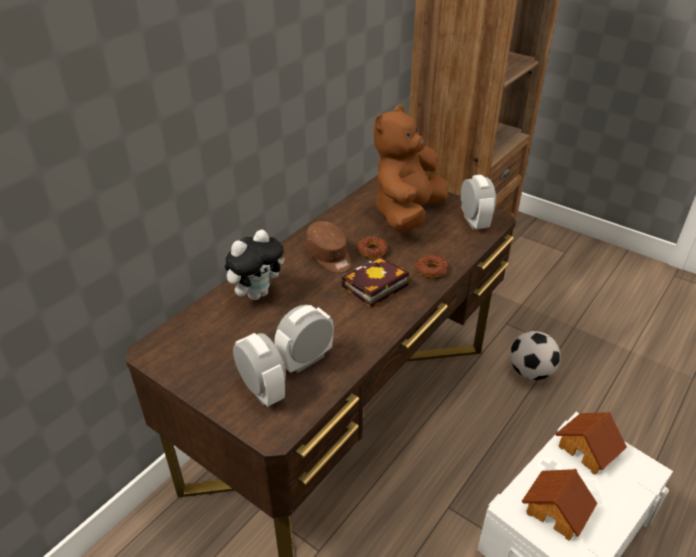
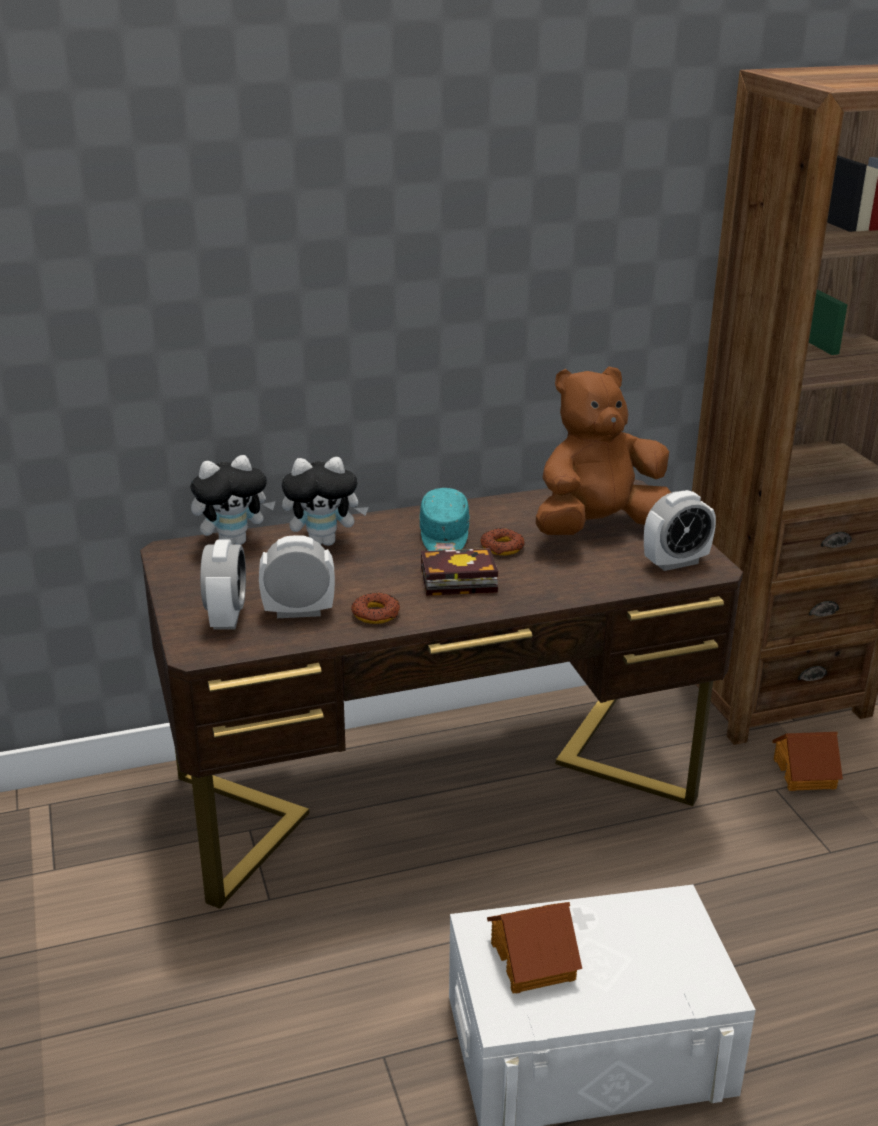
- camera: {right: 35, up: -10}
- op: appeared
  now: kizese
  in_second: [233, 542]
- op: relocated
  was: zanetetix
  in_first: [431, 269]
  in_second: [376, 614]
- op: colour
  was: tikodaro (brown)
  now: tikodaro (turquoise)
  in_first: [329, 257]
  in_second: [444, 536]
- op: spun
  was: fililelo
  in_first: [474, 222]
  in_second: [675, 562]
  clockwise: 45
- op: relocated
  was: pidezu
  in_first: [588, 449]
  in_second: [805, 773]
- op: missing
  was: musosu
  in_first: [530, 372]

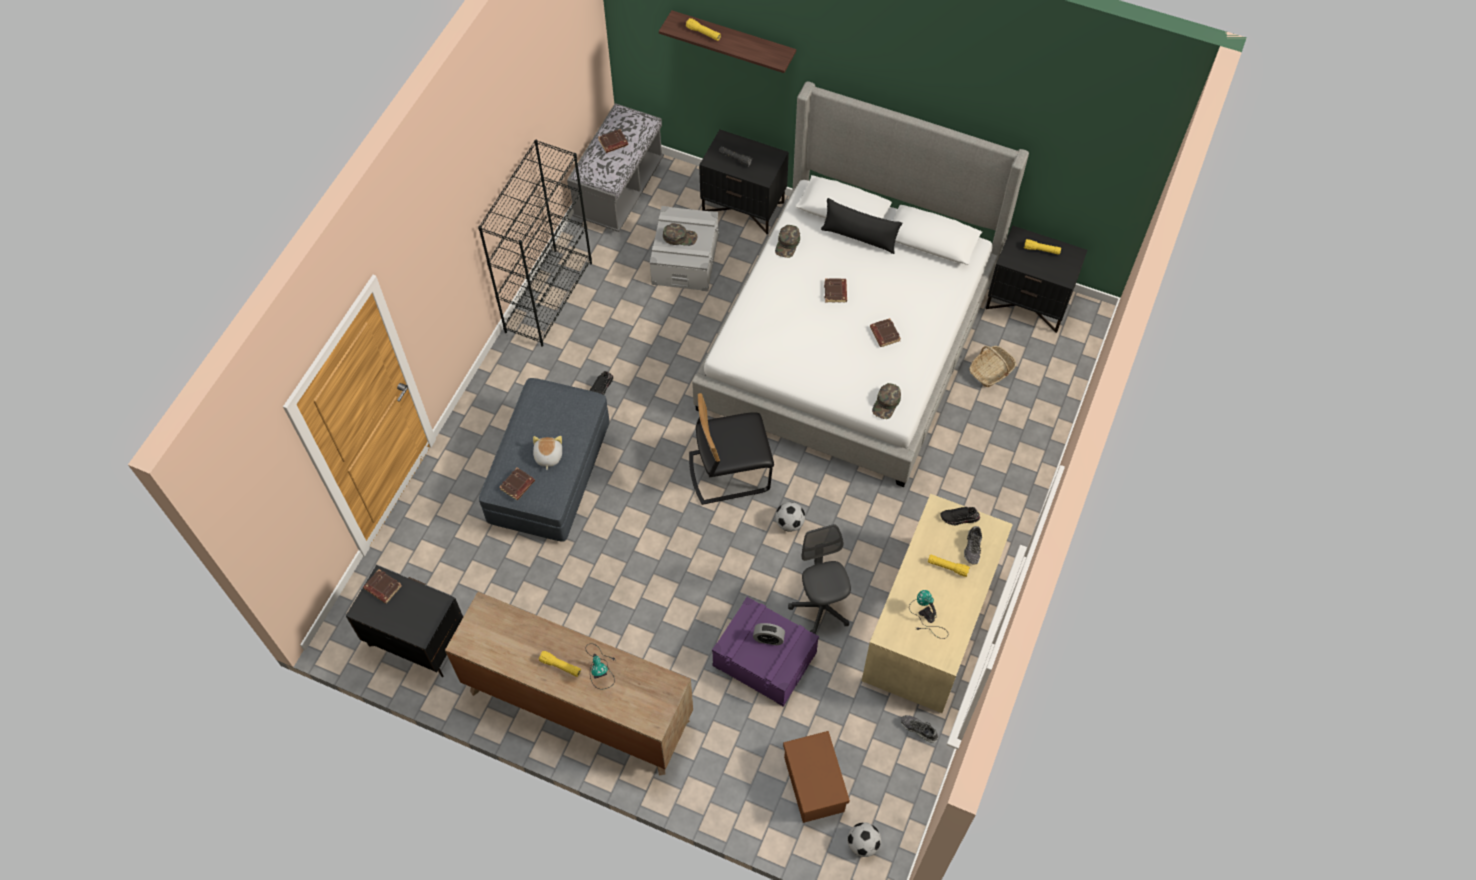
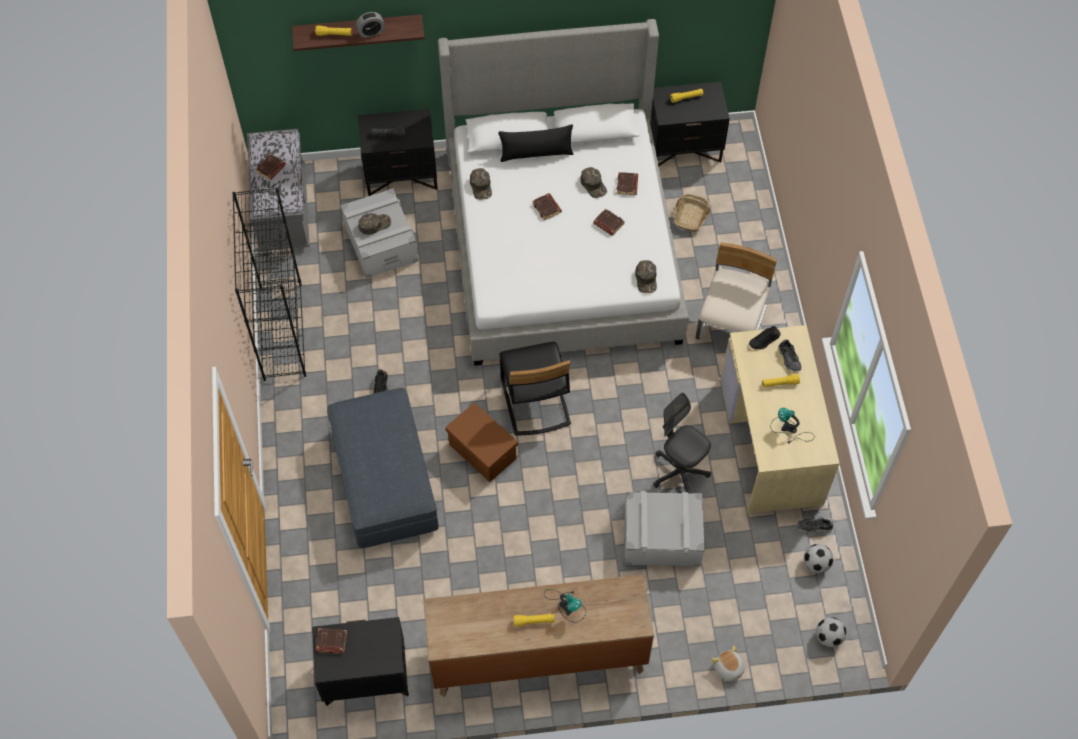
- camera: {right: -30, up: 0}
- op: relocated
  was: fililelo
  in_first: [768, 638]
  in_second: [371, 32]
- op: relocated
  was: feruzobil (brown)
  in_first: [813, 783]
  in_second: [481, 451]
- op: spun
  was: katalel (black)
  in_first: [729, 471]
  in_second: [534, 402]
  clockwise: -60
- op: appeared
  now: tikodaro (green)
  in_second: [593, 185]
- op: relocated
  was: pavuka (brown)
  in_first: [517, 485]
  in_second: [627, 185]
- op: colour
  was: feruzobil (purple)
  now: feruzobil (grey)
  in_first: [765, 659]
  in_second: [662, 537]
- op: appeared
  now: katalel (beige)
  in_second: [731, 324]
- op: relocated
  was: kizese
  in_first: [548, 456]
  in_second: [728, 669]
- op: relocated
  was: musosu
  in_first: [789, 523]
  in_second: [816, 564]

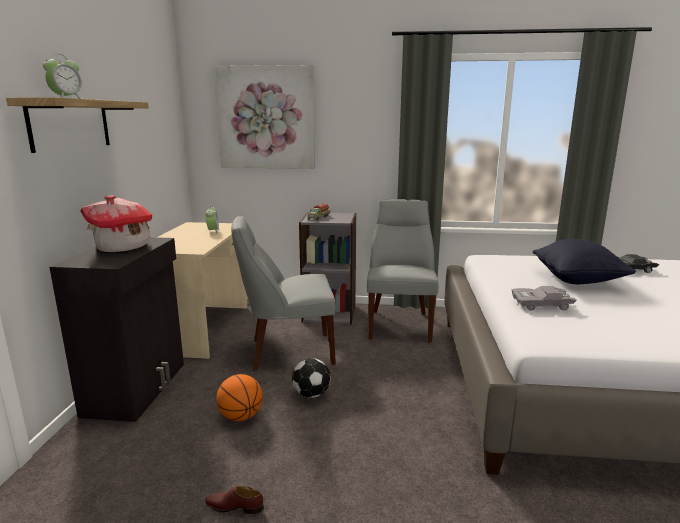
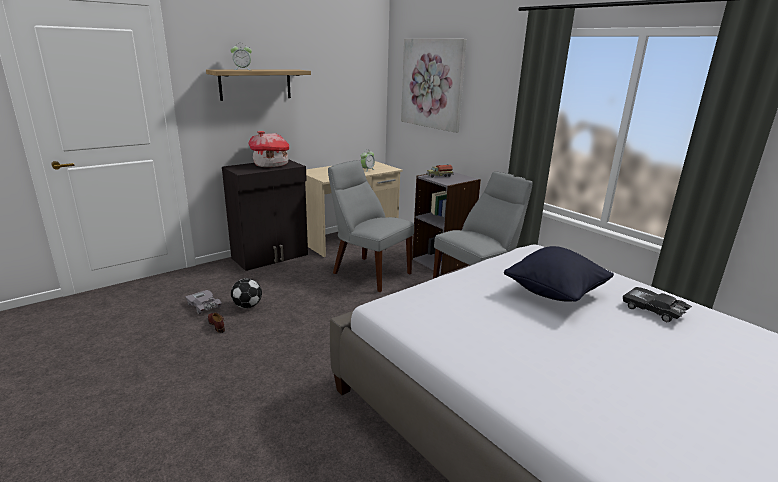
- camera: {right: 45, up: 5}
- op: relocated
  was: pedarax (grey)
  in_first: [541, 304]
  in_second: [204, 306]
- op: relocated
  was: musosu
  in_first: [312, 394]
  in_second: [247, 306]
- op: missing
  was: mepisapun
  in_first: [241, 416]

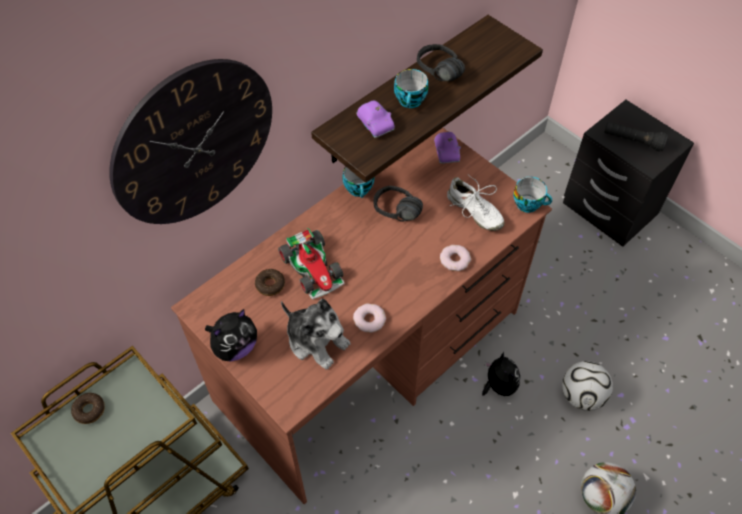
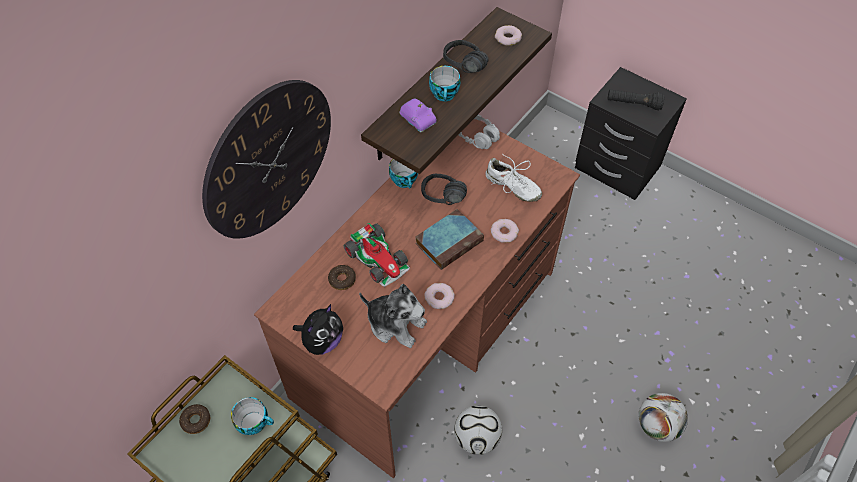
- camera: {right: -10, up: 0}
- op: relocated
  was: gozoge
  in_first: [529, 204]
  in_second: [255, 422]
- op: appeared
  now: pavuka
  in_second: [449, 241]
- op: relocated
  was: musosu
  in_first: [581, 396]
  in_second: [476, 438]
- op: exchanged
  was: pedarax (purple)
  now: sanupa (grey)
  in_first: [447, 152]
  in_second: [477, 136]
- op: appeared
  now: zanetetix
  in_second: [508, 38]
- op: missing
  was: kizese
  in_first: [498, 385]

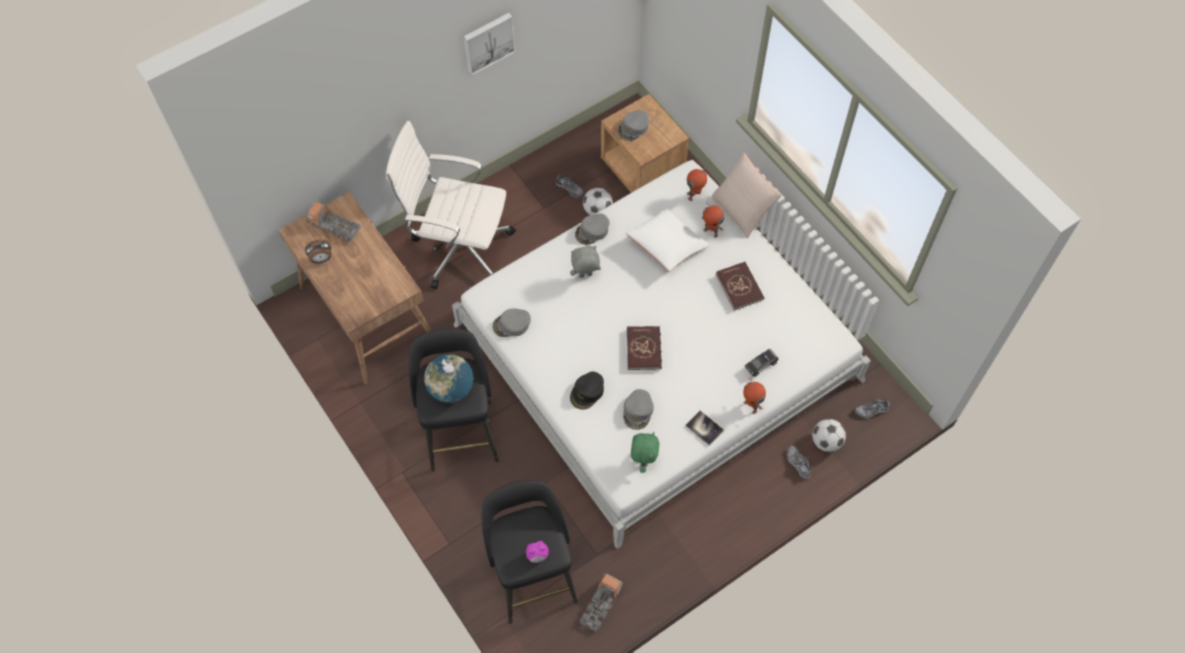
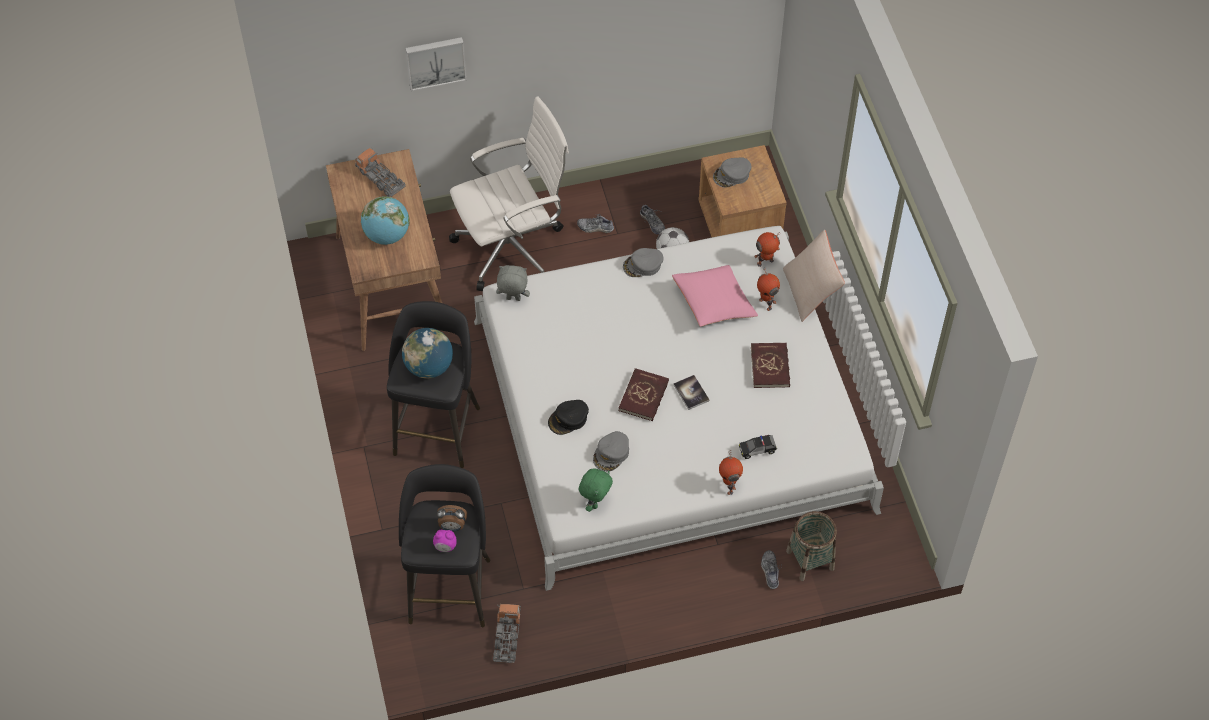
- camera: {right: 20, up: -5}
- op: appeared
  now: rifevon
  in_second: [387, 235]
- op: relocated
  was: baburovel
  in_first: [488, 42]
  in_second: [435, 61]
- op: relocated
  was: fililelo
  in_first: [321, 259]
  in_second: [452, 526]
- op: spun
  was: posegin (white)
  in_first: [459, 247]
  in_second: [513, 247]
  clockwise: 120
- op: spun
  was: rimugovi
  in_first: [601, 604]
  in_second: [507, 637]
  clockwise: -45
- op: relocated
  was: kizese (grey)
  in_first: [585, 276]
  in_second: [513, 299]
- op: relocated
  was: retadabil
  in_first: [871, 410]
  in_second: [595, 227]
- op: colour
  was: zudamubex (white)
  now: zudamubex (pink)
  in_first: [667, 246]
  in_second: [714, 303]
- op: relocated
  was: pavuka
  in_first: [704, 428]
  in_second: [691, 393]
- op: exchanged
  was: musosu
  now: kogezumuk
  in_first: [826, 441]
  in_second: [810, 560]
- op: missing
  was: tikodaro (grey)
  in_first: [512, 325]

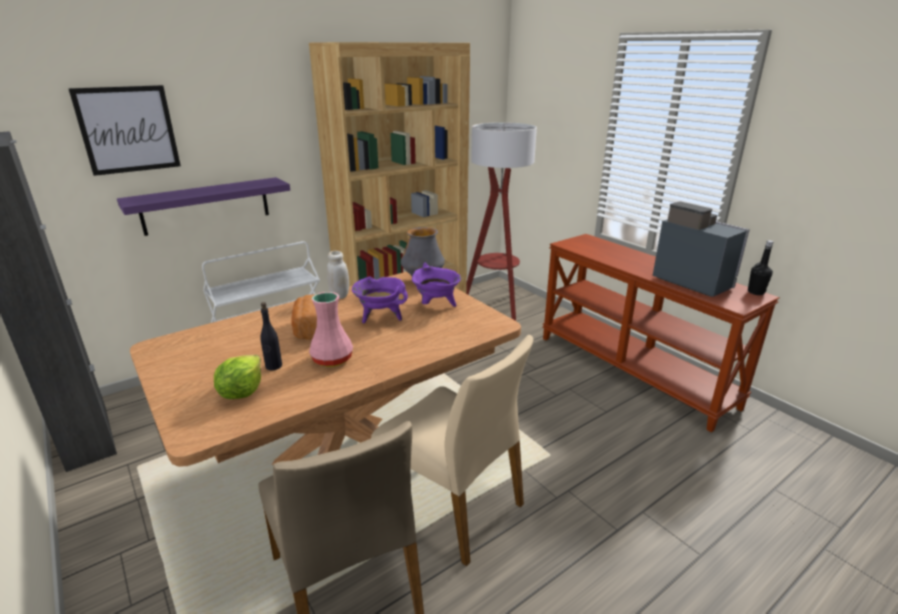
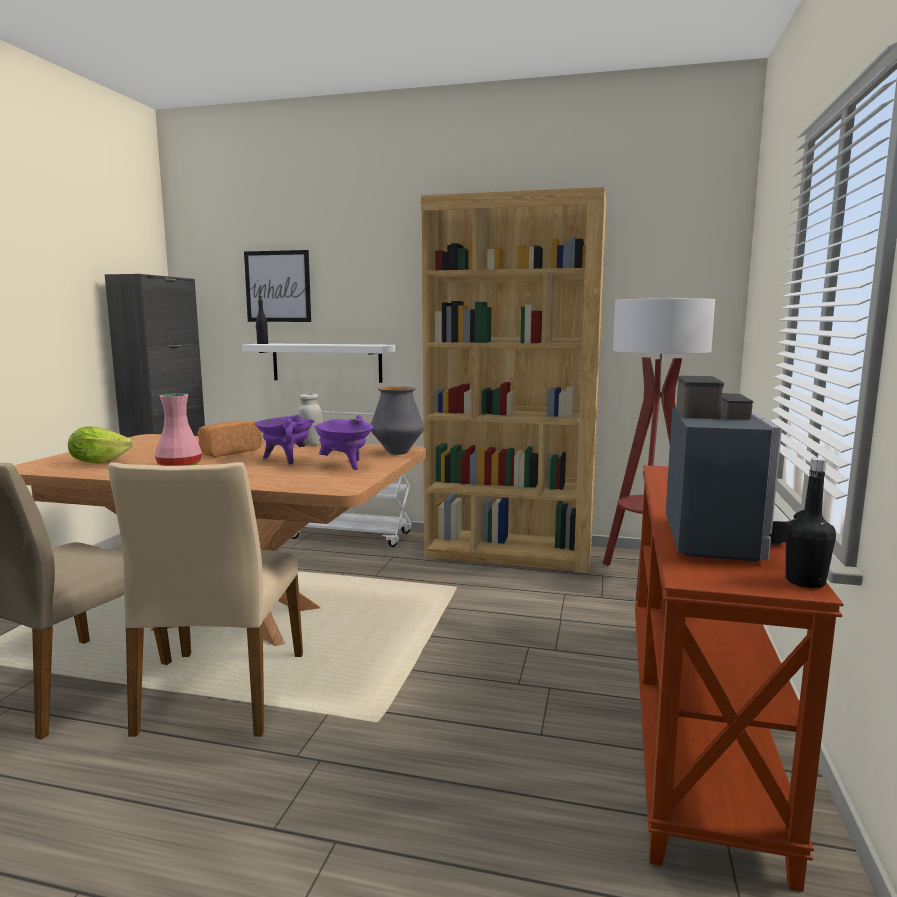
- camera: {right: 50, up: -15}
- op: colour
  was: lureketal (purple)
  now: lureketal (white)
  in_first: [206, 206]
  in_second: [326, 362]
- op: relocated
  was: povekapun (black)
  in_first: [273, 366]
  in_second: [262, 343]

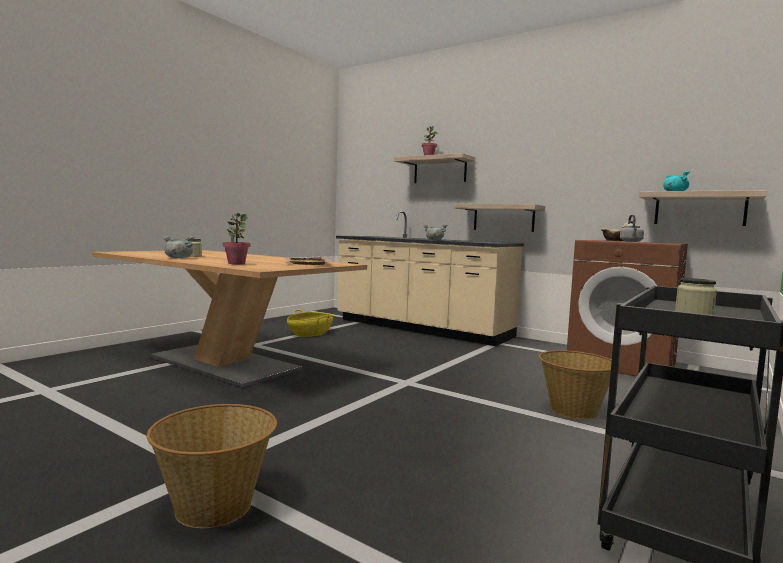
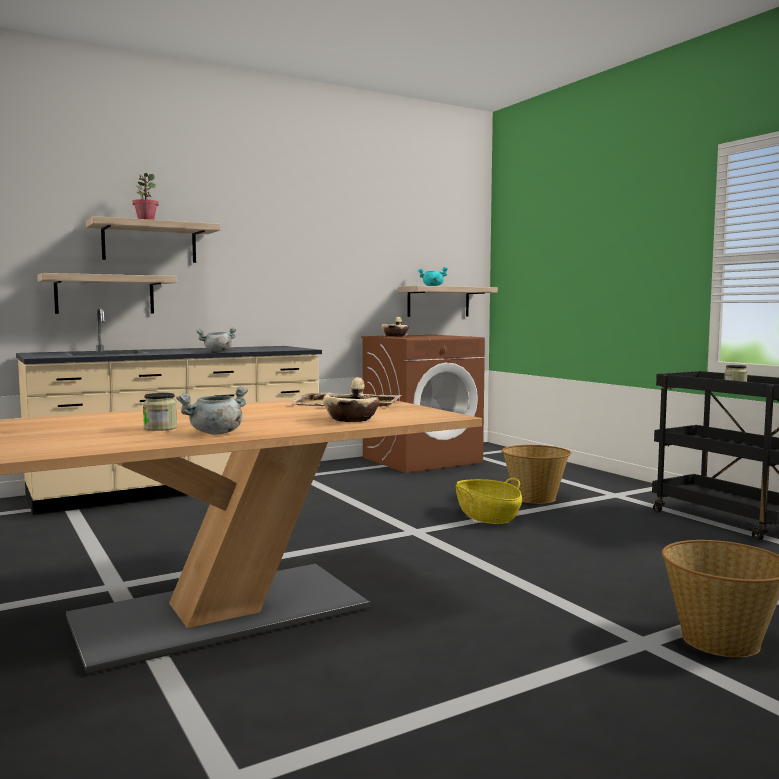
- camera: {right: -65, up: 0}
- op: relocated
  was: lureketal
  in_first: [503, 218]
  in_second: [105, 294]
- op: exchanged
  was: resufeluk
  now: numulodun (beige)
  in_first: [236, 263]
  in_second: [352, 419]
- op: relocated
  was: kogezumuk
  in_first: [310, 333]
  in_second: [487, 516]
- op: missing
  was: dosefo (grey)
  in_first: [631, 241]

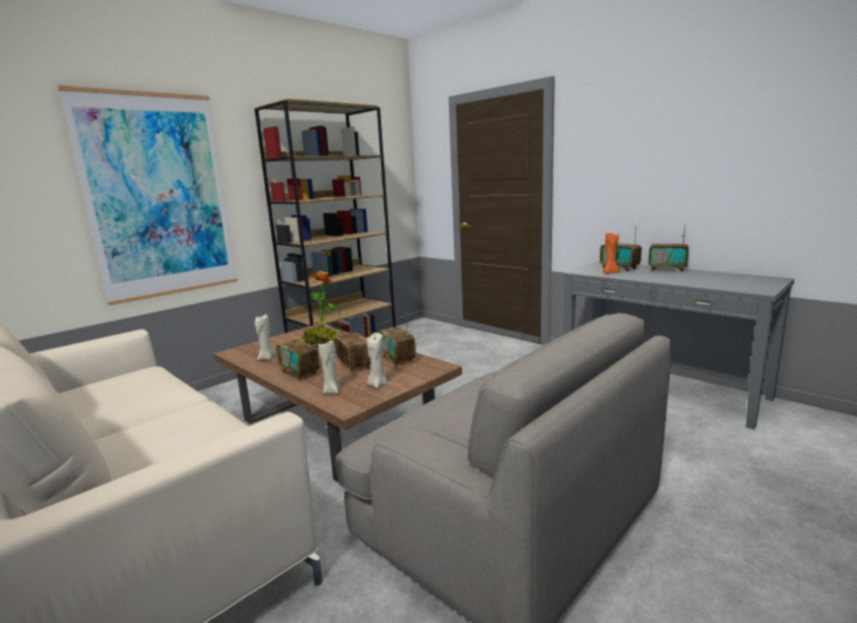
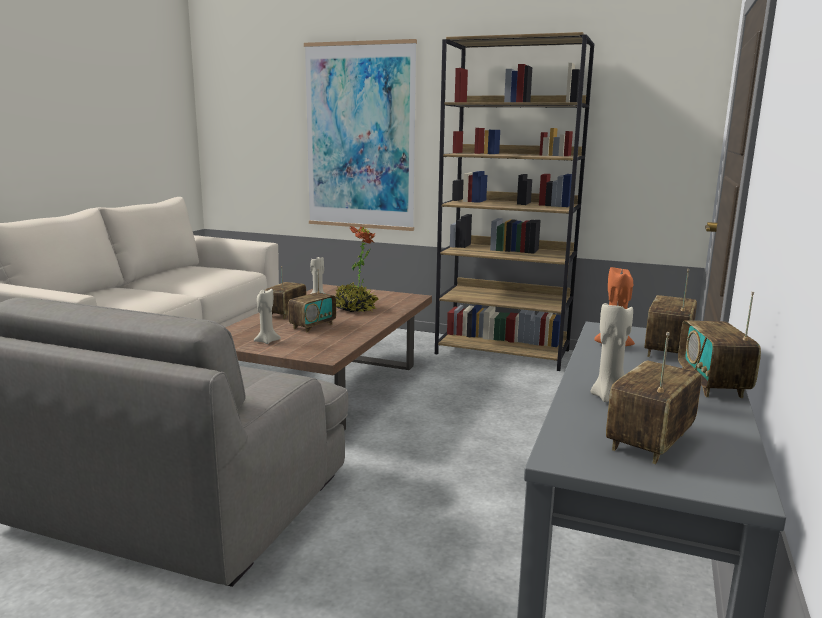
- camera: {right: 65, up: 0}
- op: relocated
  was: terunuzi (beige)
  in_first: [332, 391]
  in_second: [609, 397]
- op: relocated
  was: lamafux
  in_first: [398, 359]
  in_second: [650, 442]

